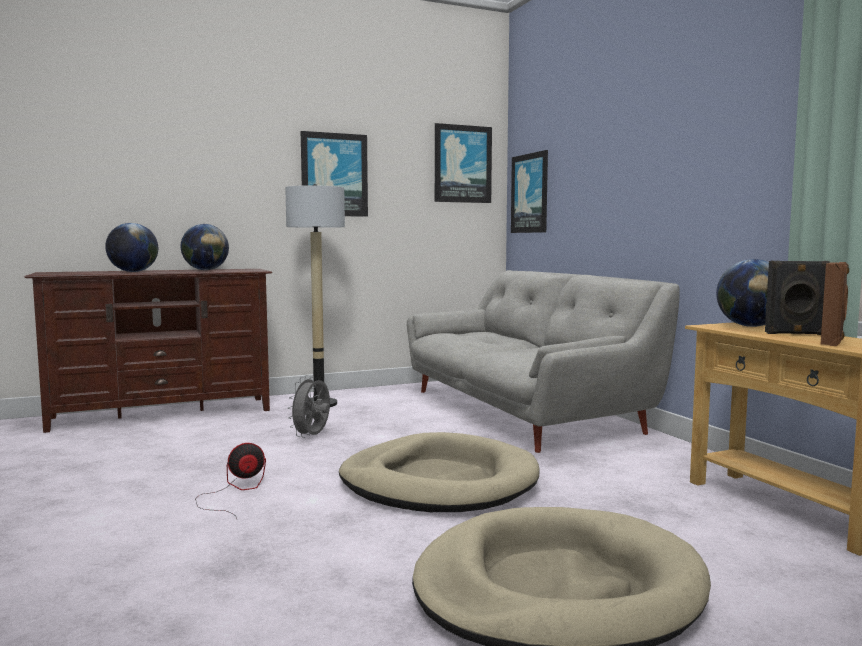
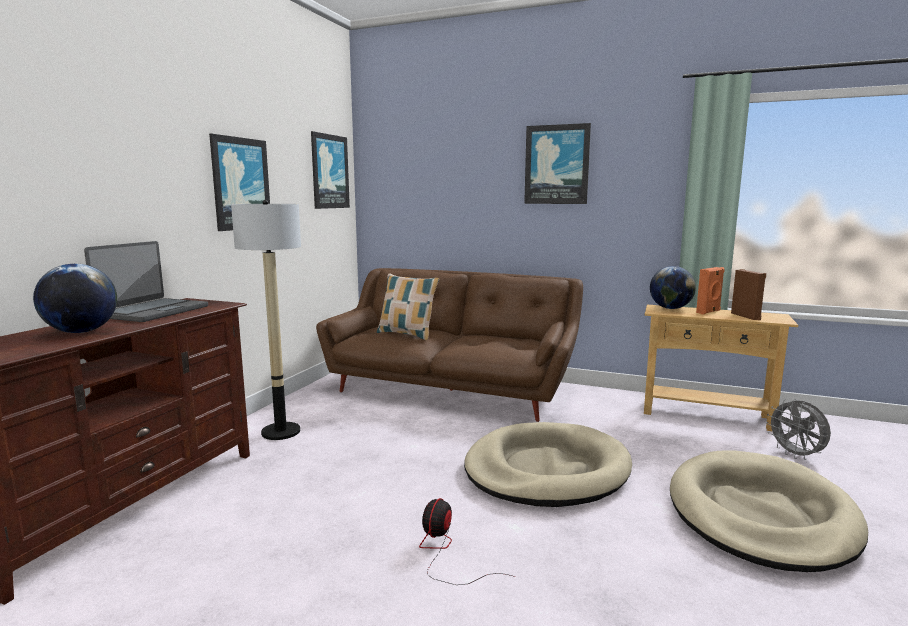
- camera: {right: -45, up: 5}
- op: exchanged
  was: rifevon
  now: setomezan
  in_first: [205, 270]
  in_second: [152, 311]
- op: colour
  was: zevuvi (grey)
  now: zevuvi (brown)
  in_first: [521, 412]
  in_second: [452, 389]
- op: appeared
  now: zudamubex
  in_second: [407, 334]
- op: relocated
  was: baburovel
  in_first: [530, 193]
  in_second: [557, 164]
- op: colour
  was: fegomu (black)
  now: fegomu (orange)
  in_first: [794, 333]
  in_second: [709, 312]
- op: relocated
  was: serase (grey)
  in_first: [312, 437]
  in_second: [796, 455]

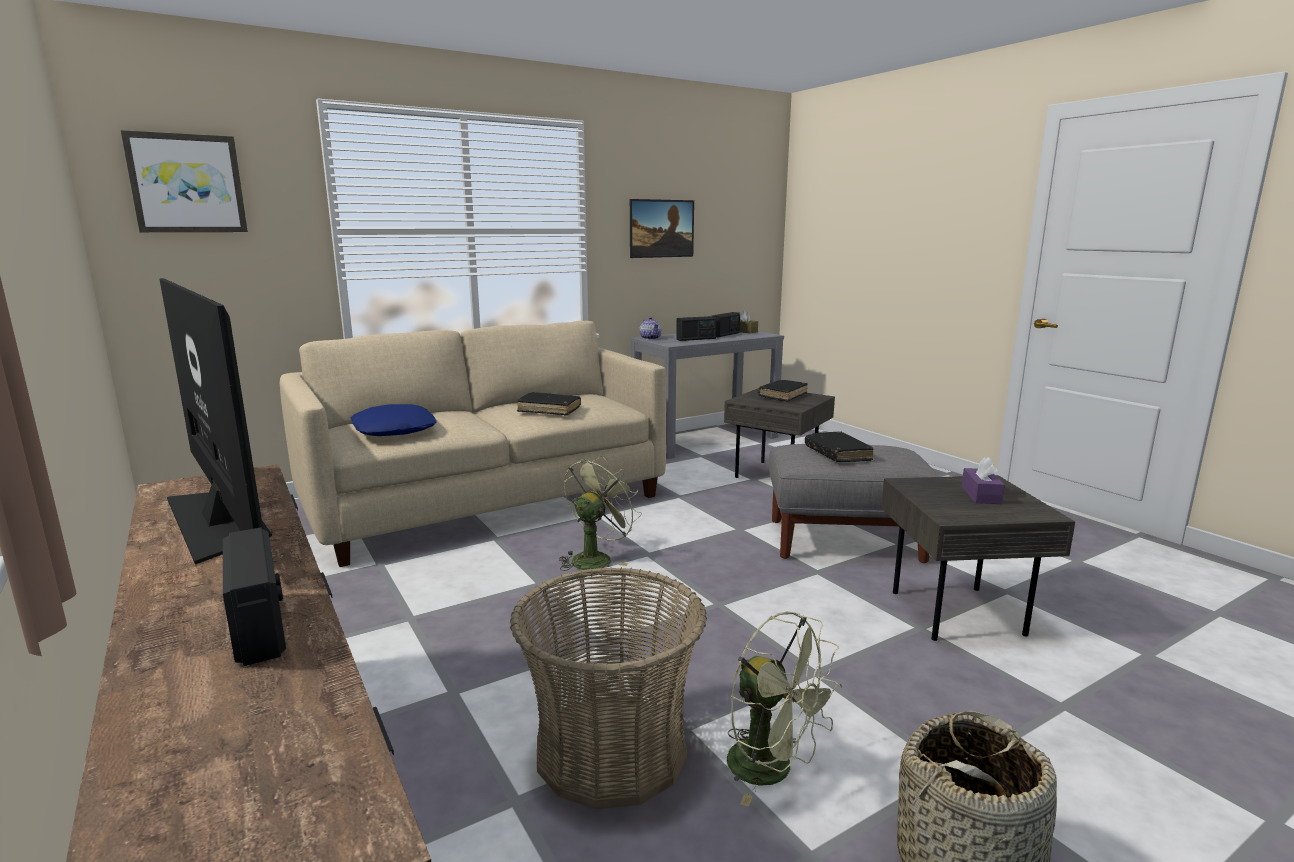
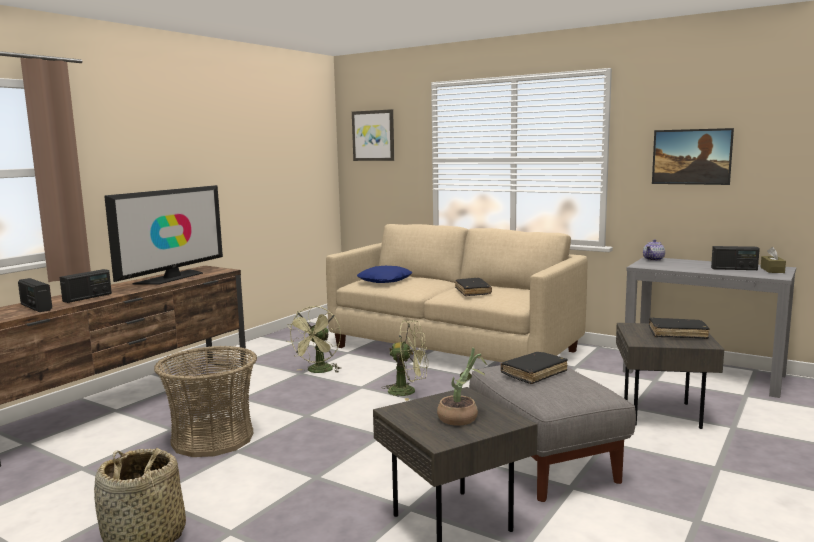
- camera: {right: 65, up: -5}
- op: relocated
  was: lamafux
  in_first: [696, 339]
  in_second: [36, 307]
- op: relocated
  was: serase (green)
  in_first: [773, 770]
  in_second: [318, 371]
- op: exchanged
  was: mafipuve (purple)
  now: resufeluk
  in_first: [981, 495]
  in_second: [462, 418]

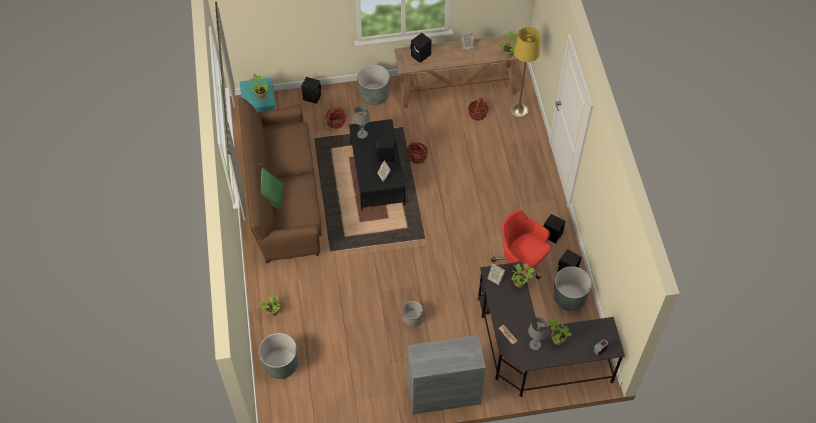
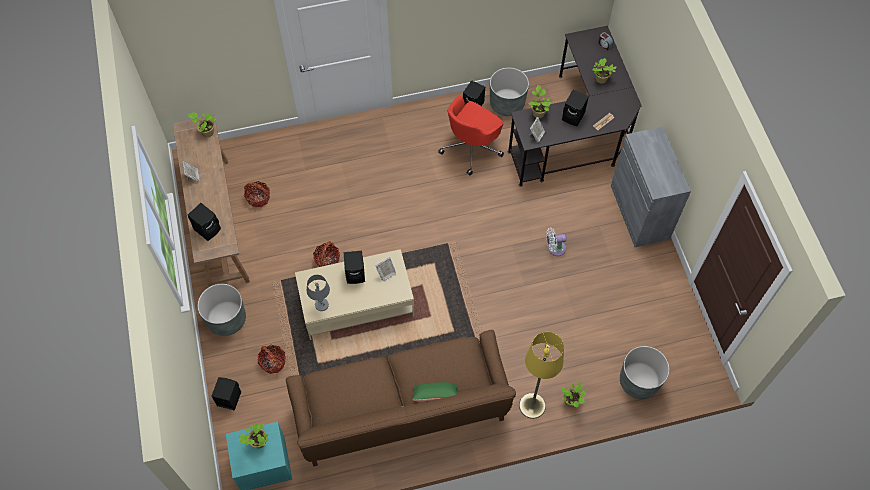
- camera: {right: -95, up: 5}
- op: colour
  was: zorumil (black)
  now: zorumil (beige)
  in_first: [377, 174]
  in_second: [356, 304]
- op: relocated
  was: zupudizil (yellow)
  in_first: [518, 110]
  in_second: [532, 405]
- op: exchanged
  was: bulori
  now: serase (white)
  in_first: [412, 318]
  in_second: [555, 248]
- op: relocated
  was: fegomu (black)
  in_first: [551, 235]
  in_second: [574, 117]
- op: missing
  was: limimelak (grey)
  in_first: [535, 345]

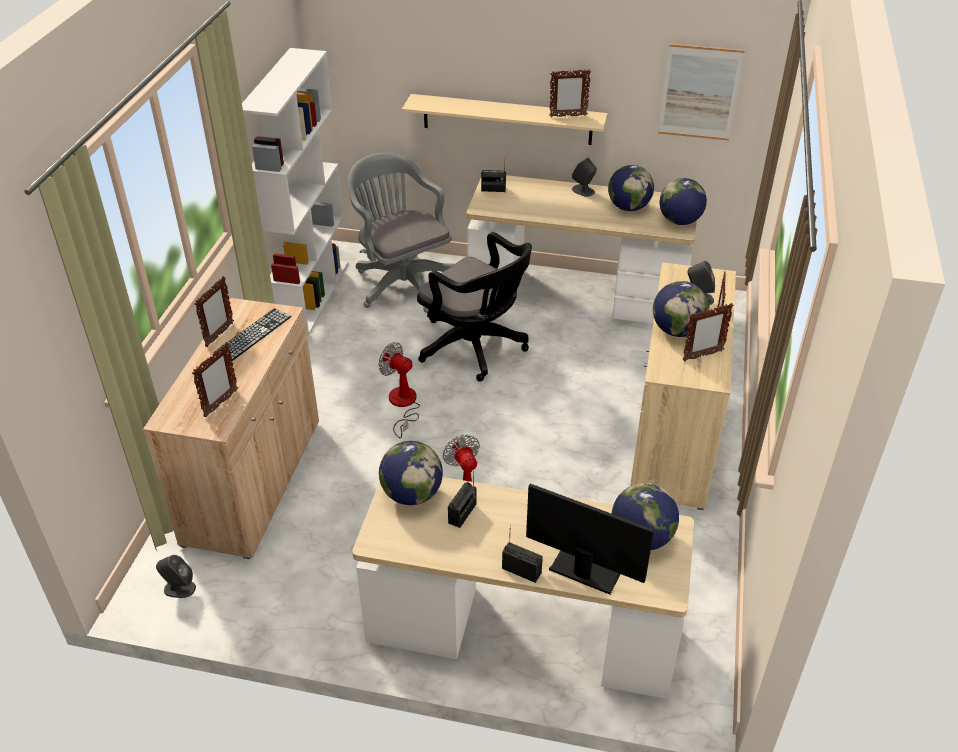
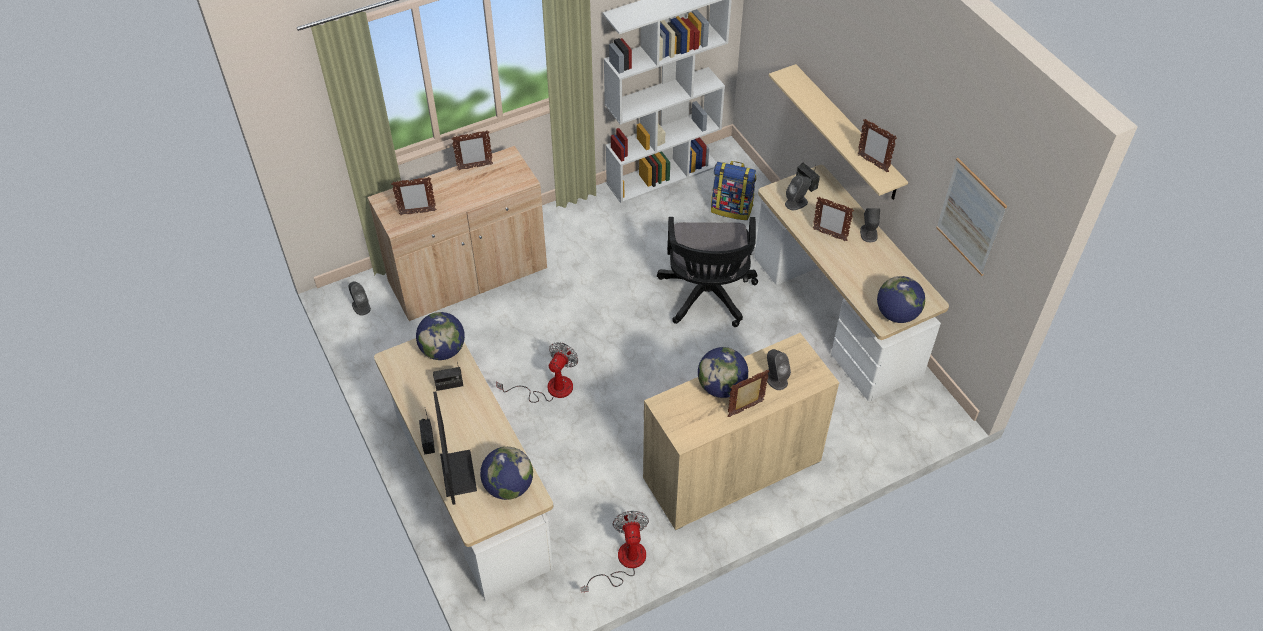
- camera: {right: 50, up: 10}
- op: relocated
  was: serase
  in_first: [402, 405]
  in_second: [623, 562]
- op: exchanged
  was: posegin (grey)
  now: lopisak
  in_first: [402, 282]
  in_second: [732, 208]
- op: appeared
  now: fegomu (grey)
  in_second: [796, 202]
- op: relocated
  was: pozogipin
  in_first: [702, 356]
  in_second: [829, 235]
- op: missing
  was: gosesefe
  in_first: [253, 334]
- op: missing
  was: rifevon
  in_first: [628, 207]

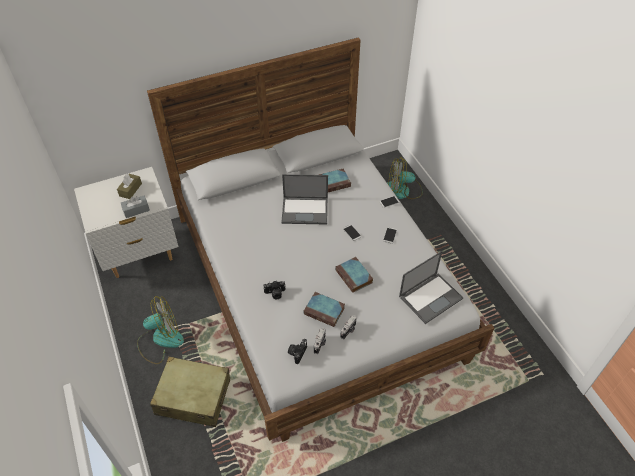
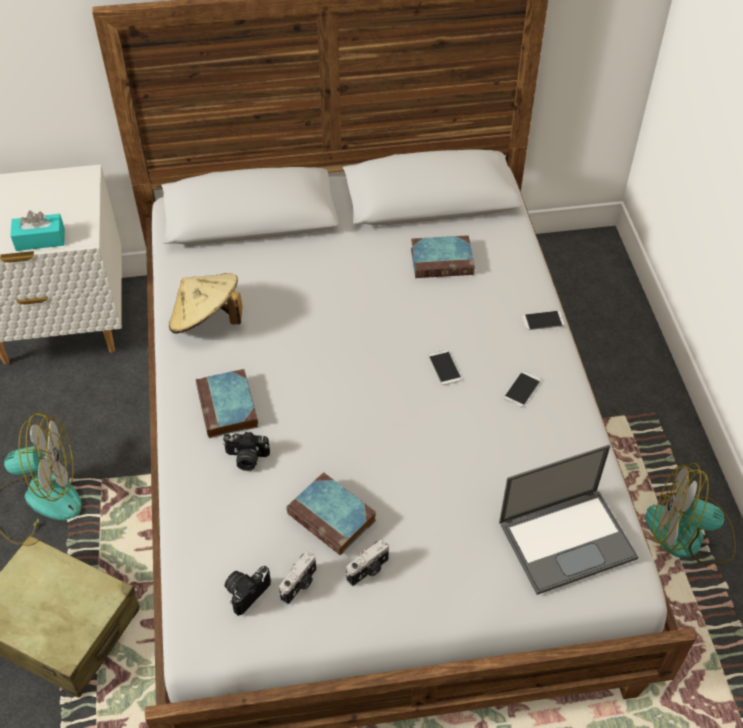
- camera: {right: 15, up: 0}
- op: colour
  was: mafipuve (grey)
  now: mafipuve (turquoise)
  in_first: [136, 210]
  in_second: [40, 240]
- op: appeared
  now: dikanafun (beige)
  in_second: [206, 321]
- op: relocated
  was: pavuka
  in_first: [354, 277]
  in_second: [228, 408]
- op: relocated
  was: serase
  in_first: [403, 190]
  in_second: [688, 536]
- op: missing
  was: mafipuve (brown)
  in_first: [130, 189]
- op: missing
  was: setomezan
  in_first: [305, 210]

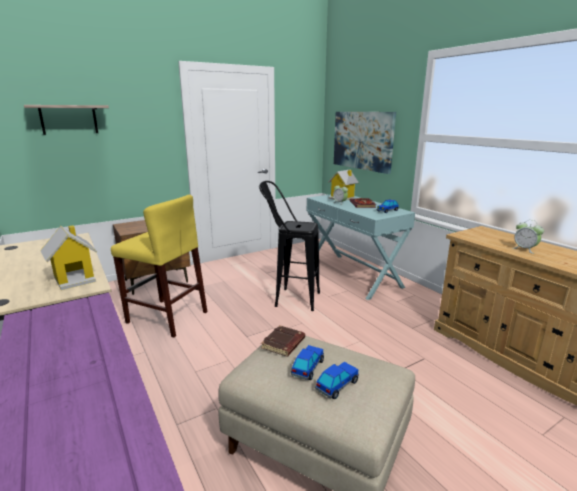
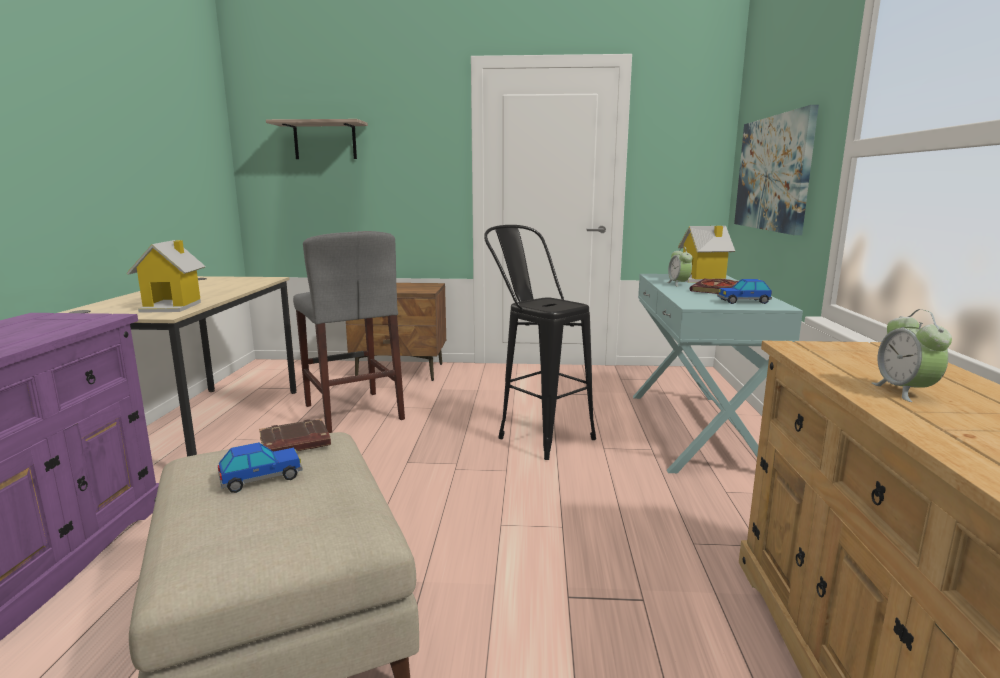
- camera: {right: 35, up: -5}
- op: colour
  was: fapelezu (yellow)
  now: fapelezu (grey)
  in_first: [167, 317]
  in_second: [353, 412]
- op: missing
  was: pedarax
  in_first: [337, 385]

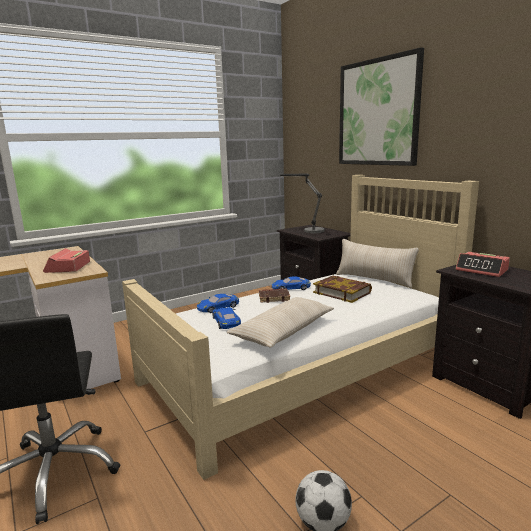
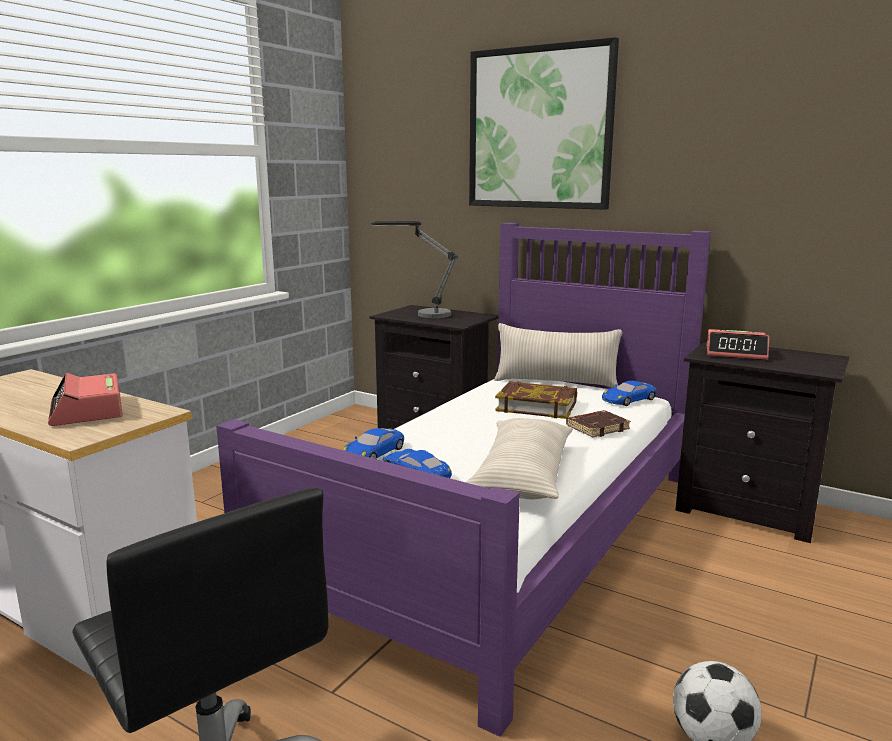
- camera: {right: -25, up: 0}
- op: colour
  was: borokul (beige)
  now: borokul (purple)
  in_first: [304, 368]
  in_second: [502, 533]
- op: relocated
  was: pavuka (brown)
  in_first: [274, 298]
  in_second: [597, 428]
- op: relocated
  was: pedarax (blue)
  in_first: [291, 288]
  in_second: [629, 399]

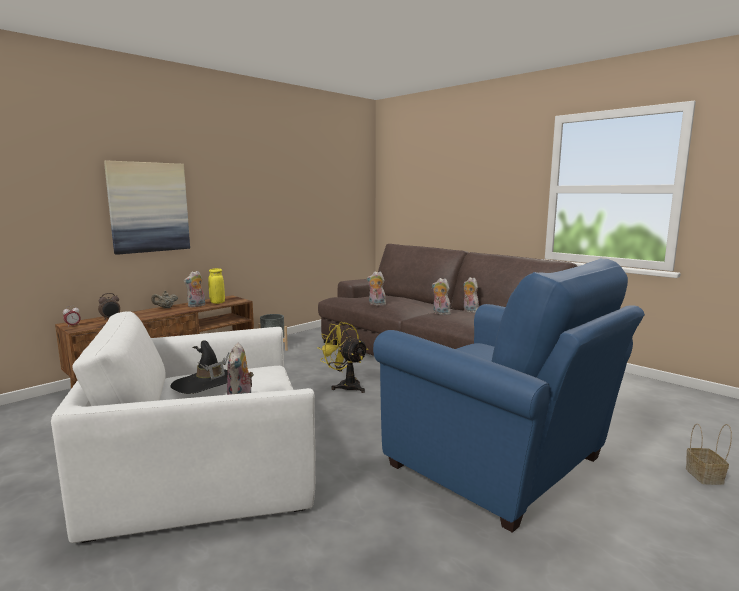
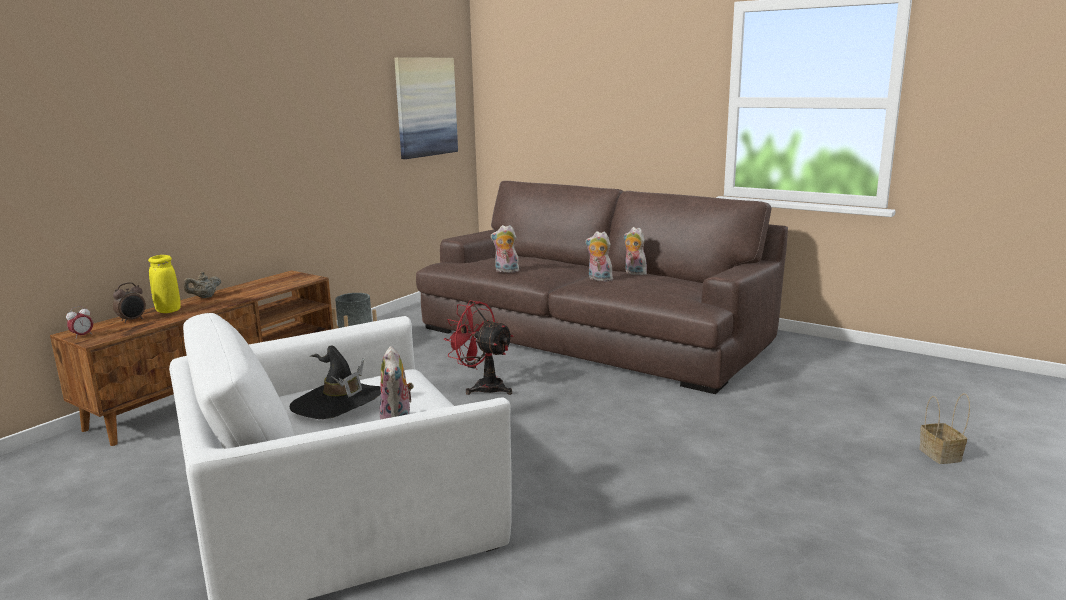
- camera: {right: -10, up: 5}
- op: relocated
  was: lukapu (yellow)
  in_first: [217, 303]
  in_second: [168, 311]
- op: relocated
  was: baburovel
  in_first: [149, 207]
  in_second: [425, 107]
- op: colour
  was: serase (yellow)
  now: serase (red)
  in_first: [345, 385]
  in_second: [483, 387]
- op: missing
  was: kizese
  in_first: [196, 306]
- op: missing
  was: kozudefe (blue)
  in_first: [502, 465]

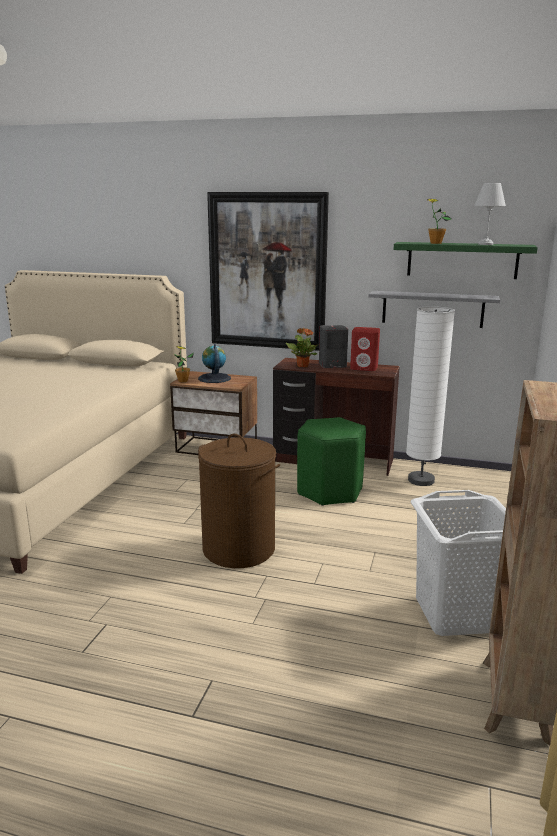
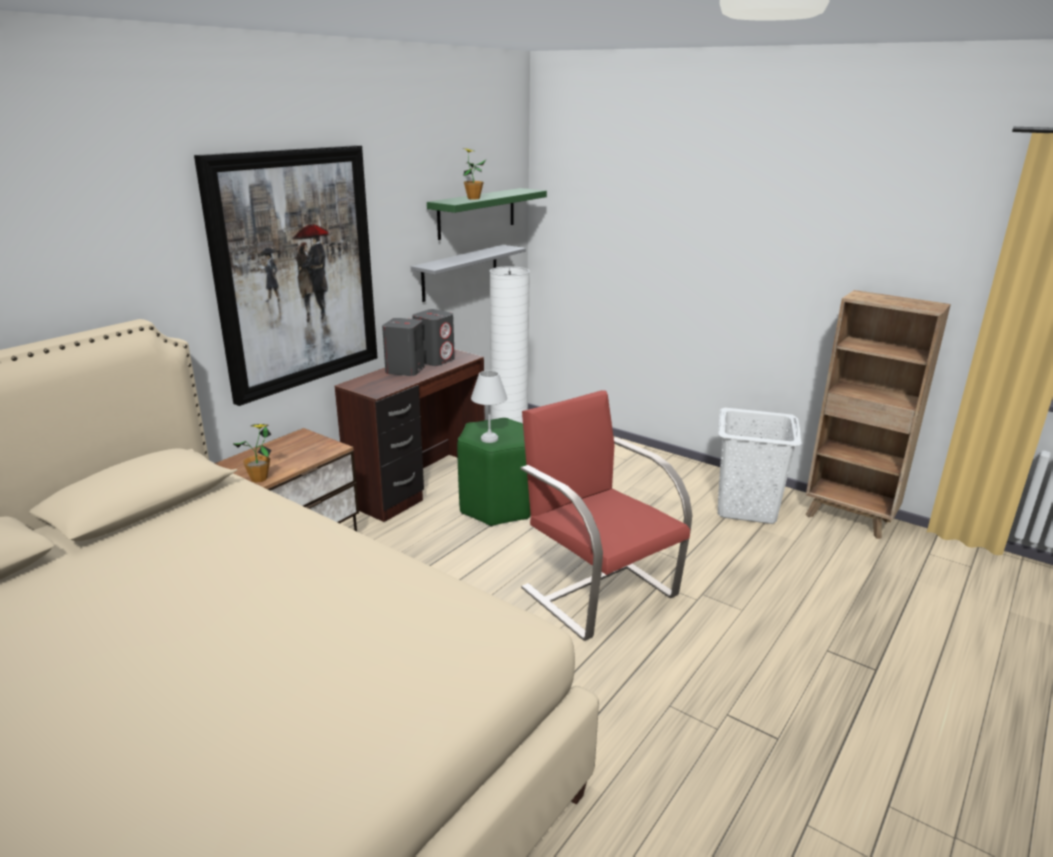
- camera: {right: -70, up: 5}
- op: colour
  was: fegomu (red)
  now: fegomu (grey)
  in_first: [364, 368]
  in_second: [435, 360]
- op: relocated
  was: limimelak (white)
  in_first: [486, 244]
  in_second: [489, 438]
- op: exchanged
  was: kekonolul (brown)
  now: kozudefe (red)
  in_first: [239, 549]
  in_second: [597, 591]
- op: missing
  was: rifevon
  in_first: [214, 378]
- op: missing
  was: resufeluk
  in_first: [302, 366]

